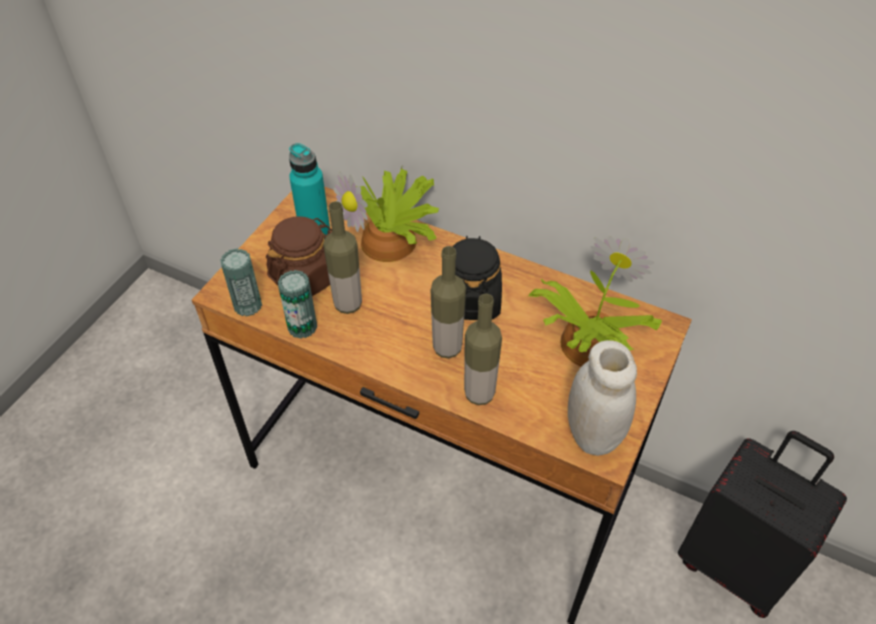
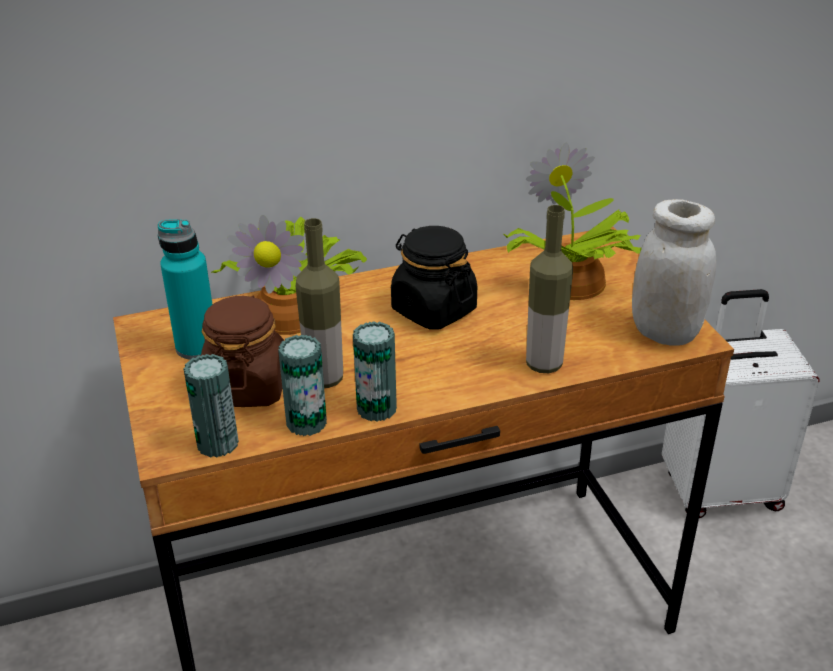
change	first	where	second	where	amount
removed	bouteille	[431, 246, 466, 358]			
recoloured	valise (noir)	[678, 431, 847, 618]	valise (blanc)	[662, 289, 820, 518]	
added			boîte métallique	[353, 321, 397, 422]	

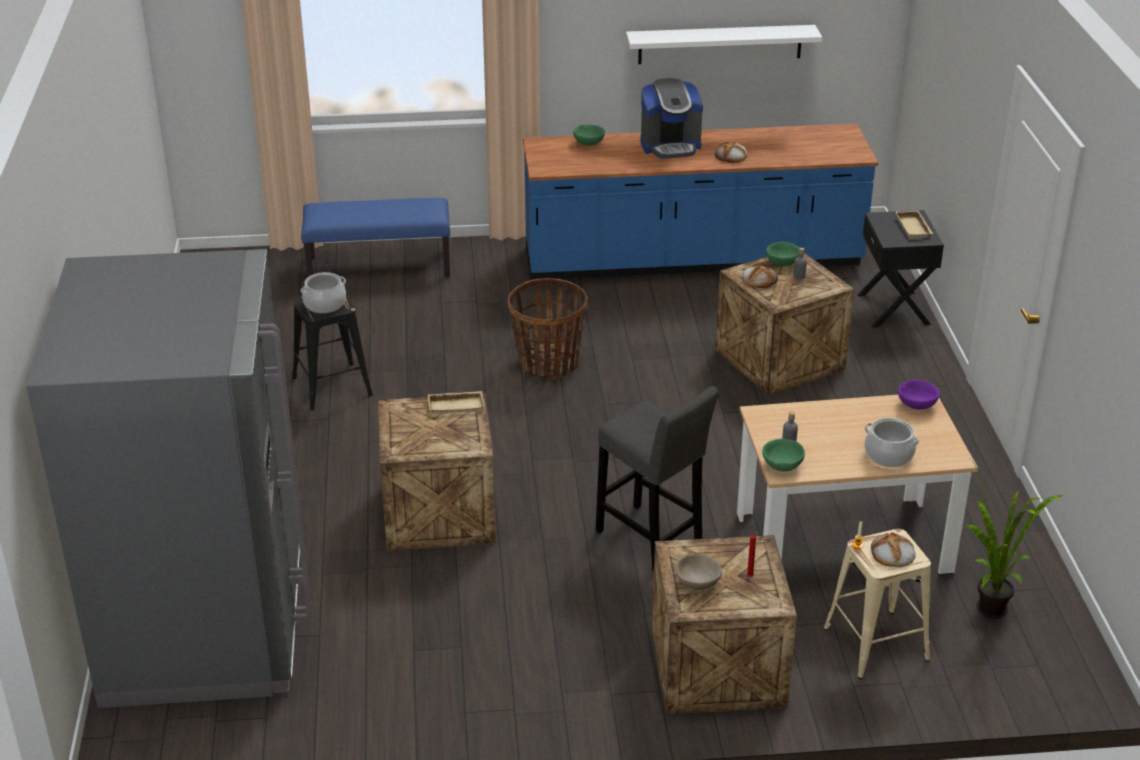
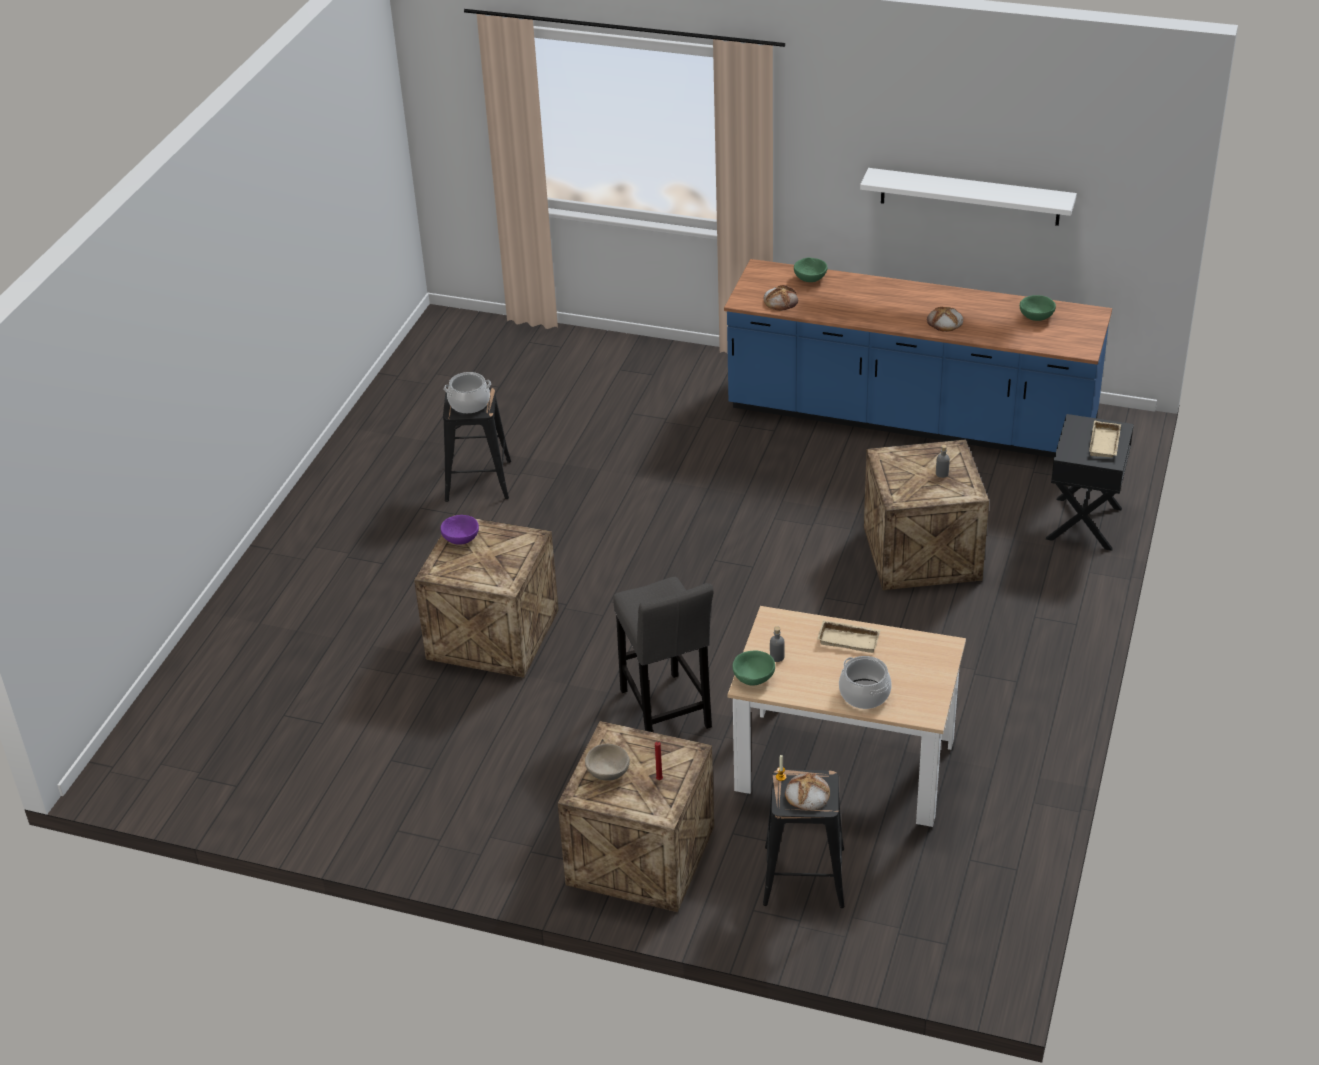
change	first	where	second	where	amount
removed	réfrigérateur (gris)	[26, 249, 312, 708]			
removed	banc (bleu)	[301, 198, 450, 277]			
moved	plateau (beige)	[428, 391, 485, 415]		[817, 620, 881, 653]	
removed	panier	[507, 278, 588, 380]			
removed	machine à café	[641, 78, 703, 159]			
moved	pain	[742, 263, 778, 288]		[764, 285, 798, 311]	
moved	bol (vert)	[766, 242, 800, 266]		[1020, 295, 1056, 321]	
recoloured	tabouret (beige)	[824, 529, 931, 679]	tabouret (noir)	[763, 769, 844, 908]	
moved	bol (violet)	[898, 380, 940, 410]		[440, 515, 479, 545]	
removed	plante en pot	[966, 459, 1064, 619]			

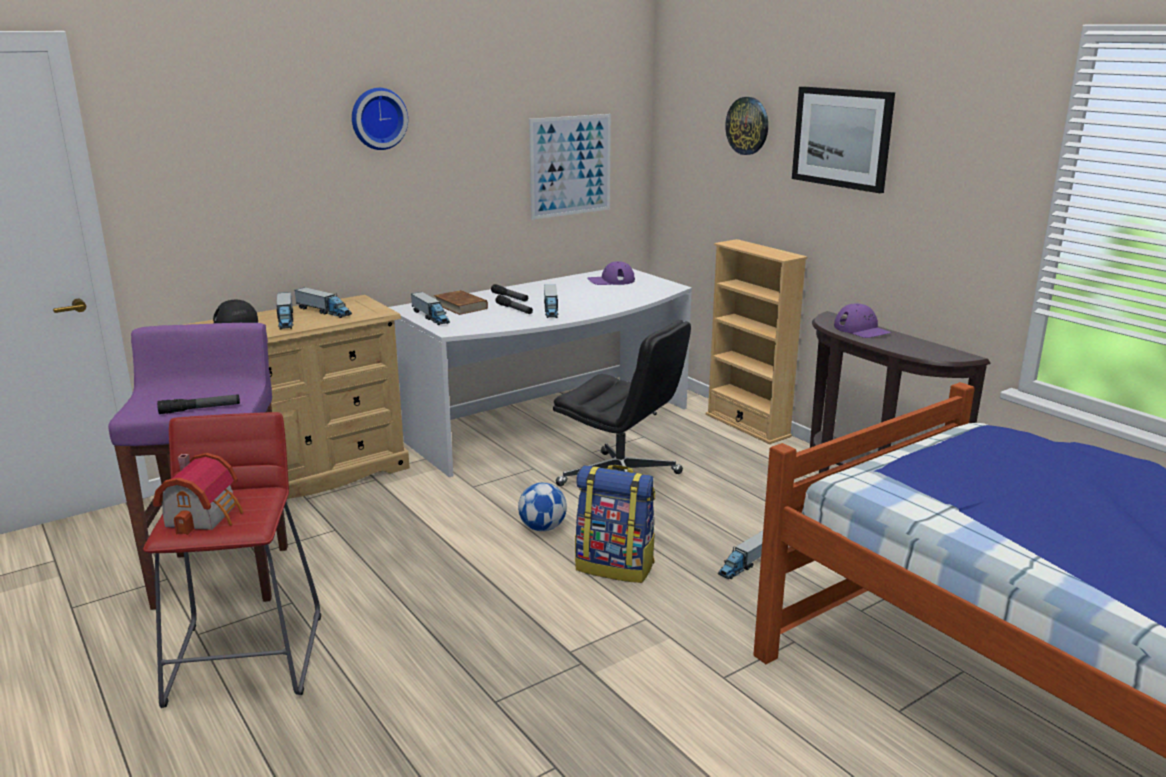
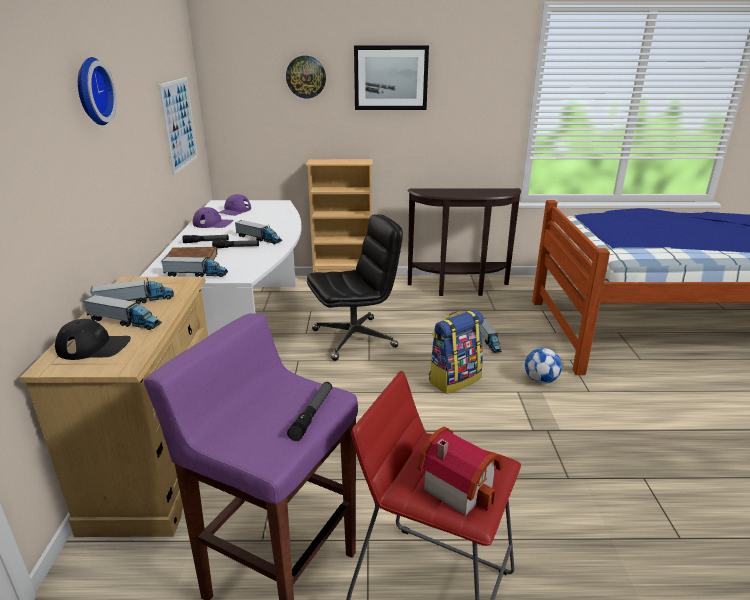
change	first	where	second	where	amount
moved	ballon de foot	[518, 483, 567, 531]		[525, 348, 562, 384]	
moved	casquette (violet)	[834, 303, 892, 338]		[193, 207, 233, 228]	

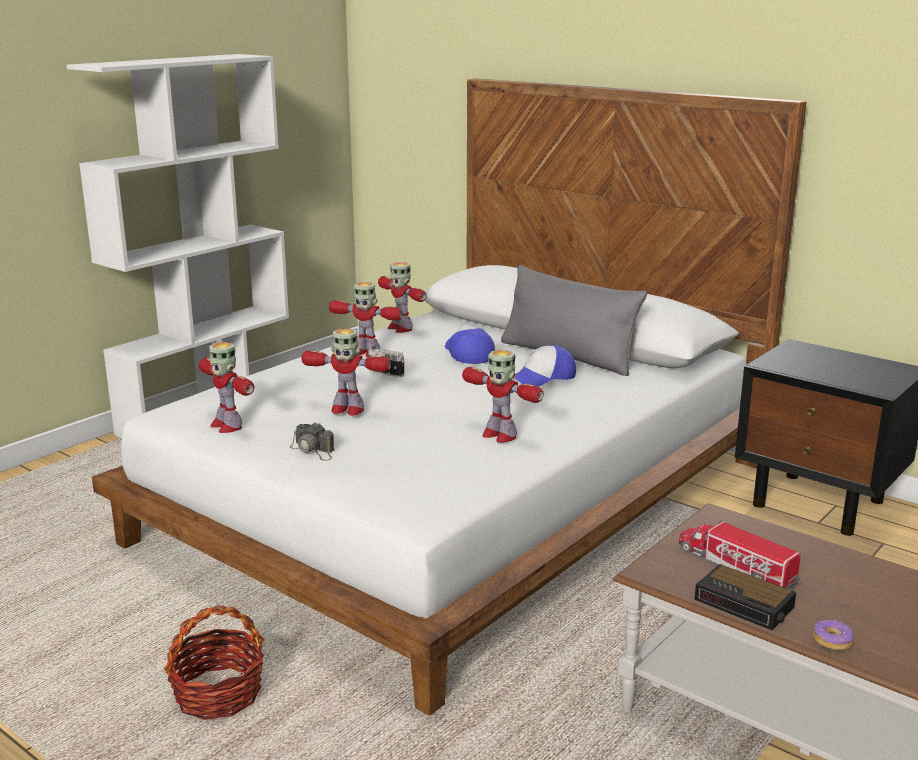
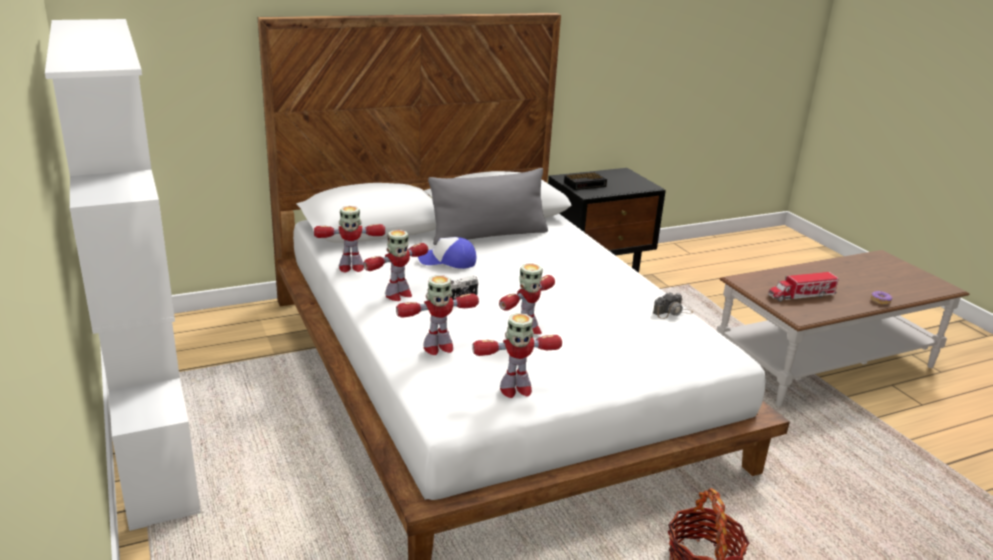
change	first	where	second	where	amount
moved	appareil photo	[290, 422, 334, 461]		[653, 293, 693, 319]	
moved	robot jouet	[462, 350, 544, 443]		[396, 275, 479, 355]	
removed	casquette	[515, 345, 576, 387]			
moved	réveil	[694, 564, 796, 630]		[564, 172, 607, 190]	

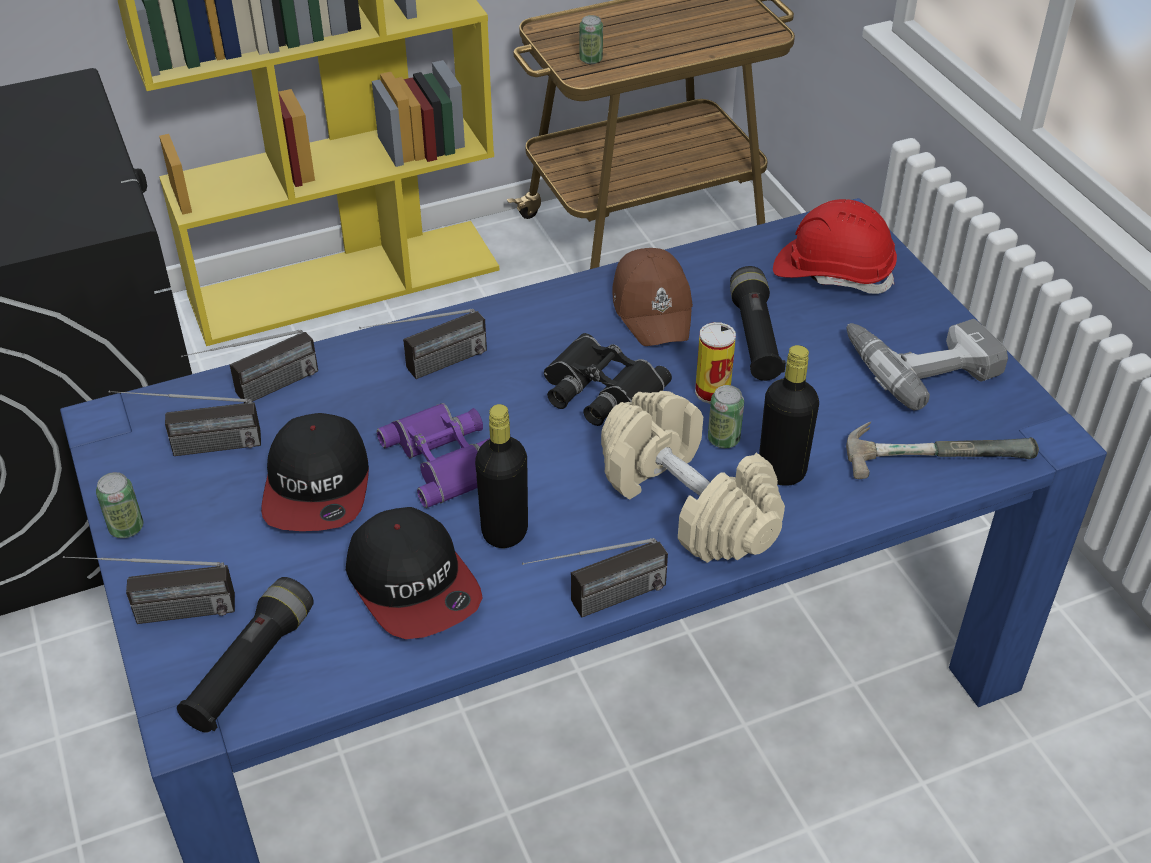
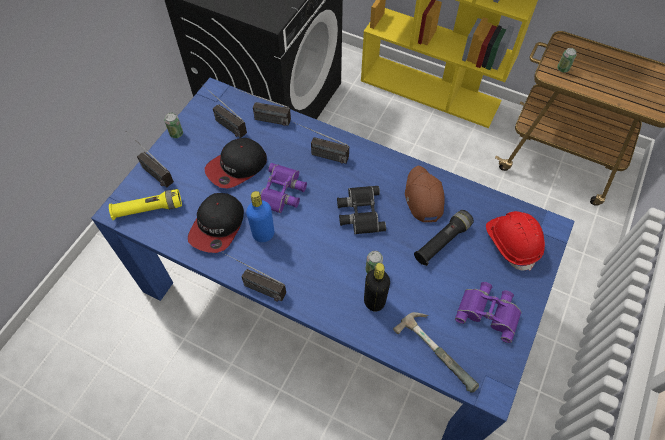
change	first	where	second	where	amount
recoloured	lampe de poche (noir)	[177, 577, 314, 733]	lampe de poche (jaune)	[109, 189, 182, 220]	
recoloured	bouteille (noir)	[475, 404, 528, 548]	bouteille (bleu)	[246, 191, 274, 242]	
removed	haltère (beige)	[601, 391, 785, 563]			
turned	casquette (marron)	[613, 248, 693, 346]		[405, 166, 445, 222]	135 degrees clockwise
removed	boîte métallique	[695, 322, 736, 404]			
replaced	perceuse	[846, 319, 1008, 410]	jumelles (violet)	[455, 282, 521, 343]	

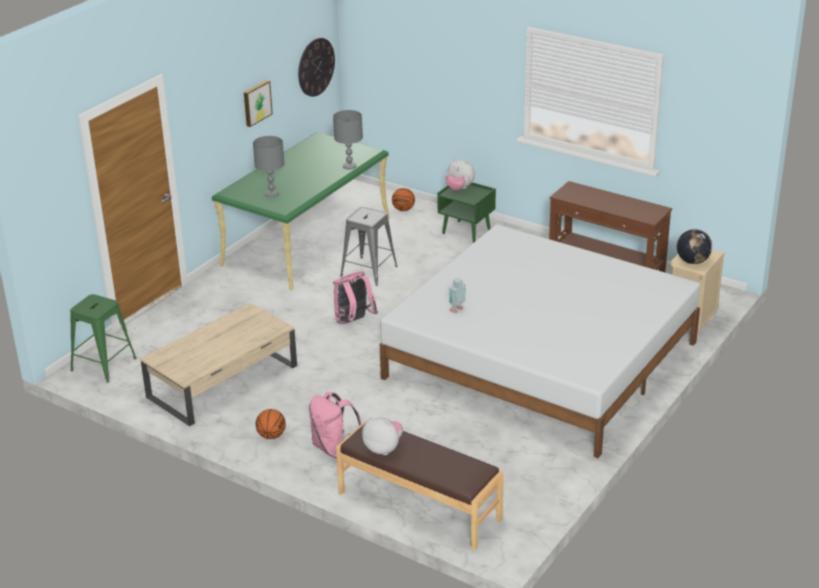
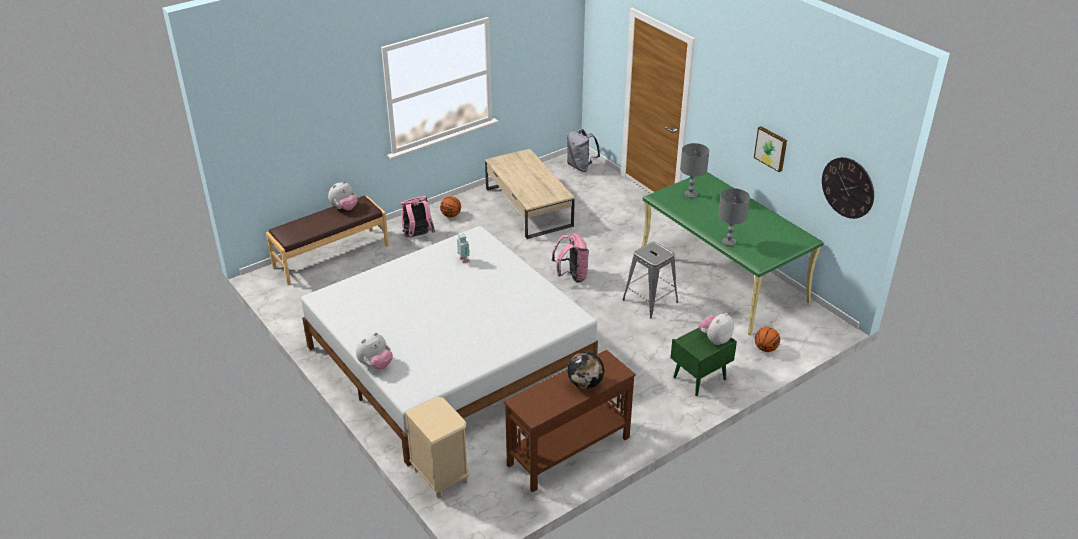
change	first	where	second	where	amount
replaced	tabouret (vert)	[70, 294, 137, 383]	sac à dos (gris)	[567, 129, 600, 172]	
moved	globe	[677, 229, 712, 264]		[567, 352, 604, 389]	
added			peluche	[356, 332, 393, 370]	

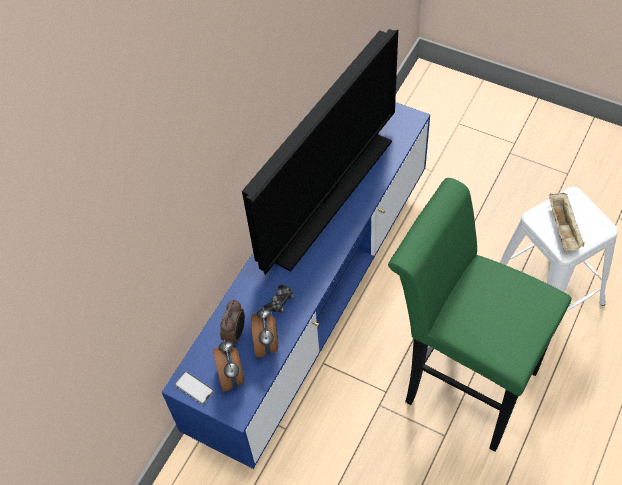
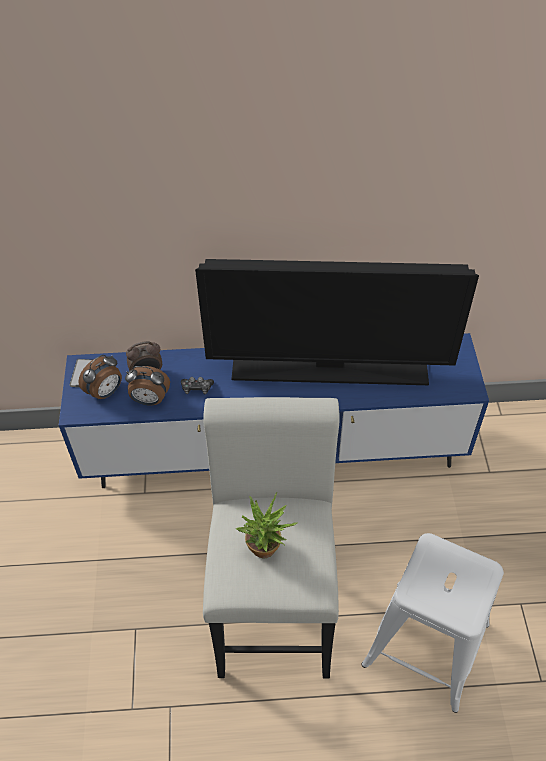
change	first	where	second	where	amount
turned	réveil	[251, 307, 279, 358]		[125, 366, 170, 406]	45 degrees clockwise
recoloured	tabouret (vert)	[388, 178, 572, 452]	tabouret (blanc)	[203, 397, 340, 678]	
removed	plateau (beige)	[549, 193, 585, 251]			
added			plante en pot	[236, 492, 297, 559]	

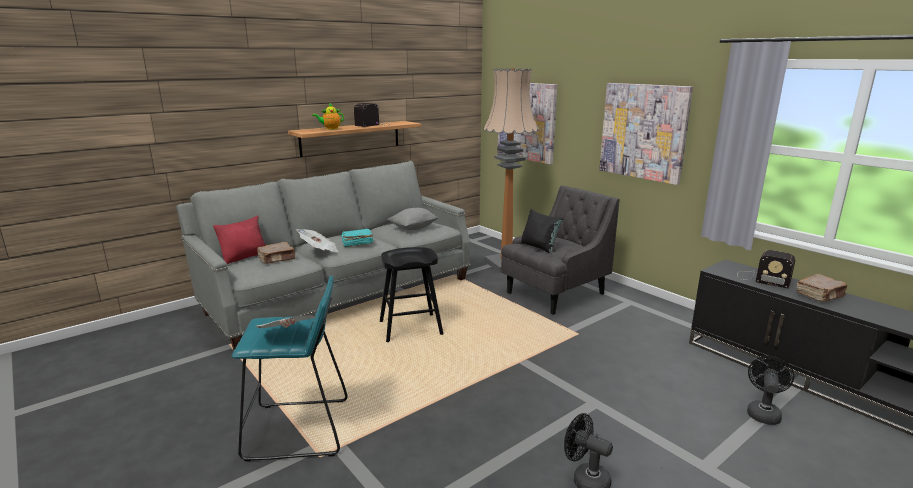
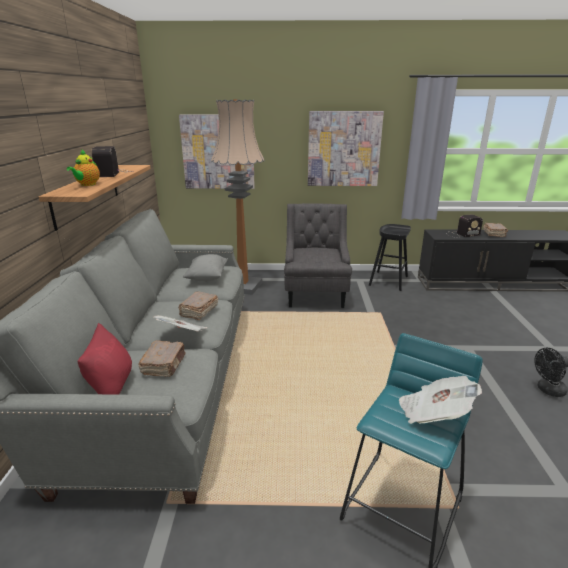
change	first	where	second	where	amount
recoloured	livre (turquoise)	[341, 229, 373, 248]	livre (marron)	[179, 292, 218, 320]	
moved	tabouret (noir)	[380, 247, 443, 342]		[369, 224, 411, 291]	
removed	coussin (noir)	[521, 209, 563, 254]			
removed	ventilateur (noir)	[747, 356, 794, 425]			

